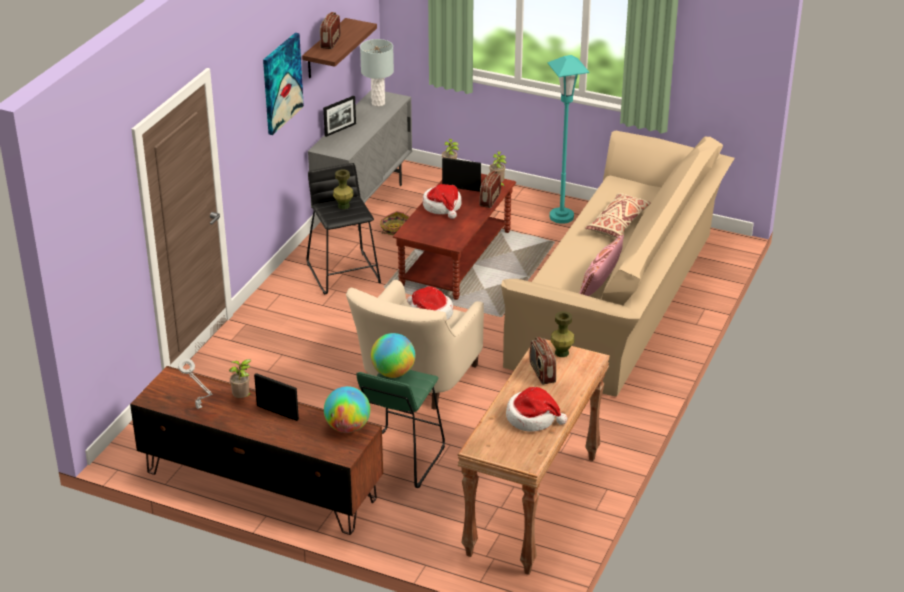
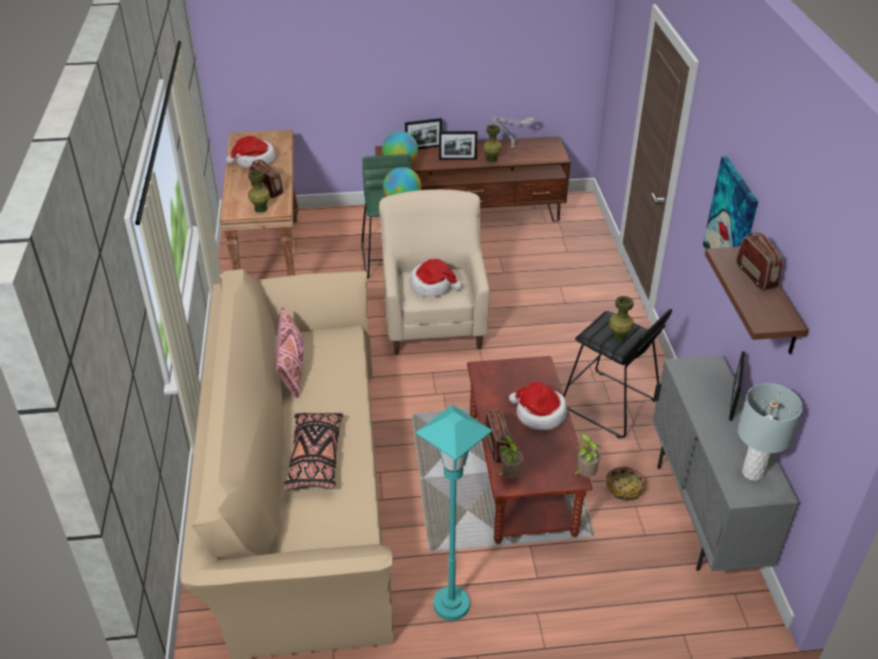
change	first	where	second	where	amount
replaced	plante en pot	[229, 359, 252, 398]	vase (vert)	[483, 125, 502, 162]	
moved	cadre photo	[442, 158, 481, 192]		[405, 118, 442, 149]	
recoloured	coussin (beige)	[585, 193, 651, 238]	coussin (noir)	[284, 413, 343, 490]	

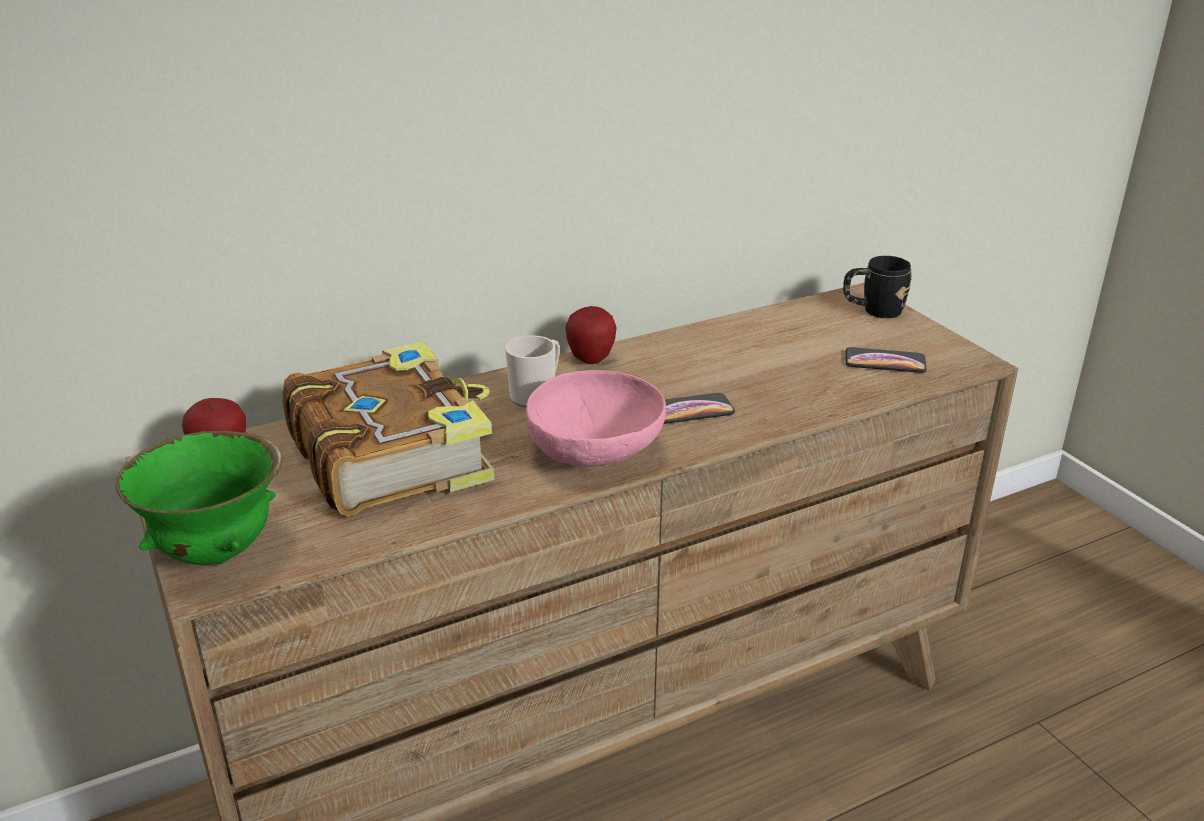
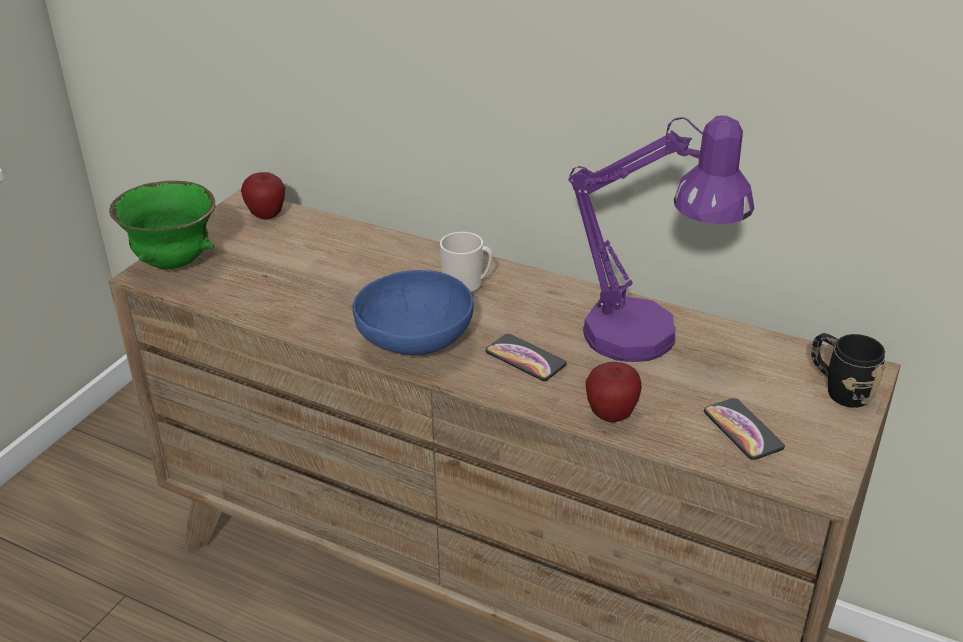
change	first	where	second	where	amount
removed	livre	[282, 341, 495, 516]			
recoloured	bol (rose)	[526, 370, 666, 466]	bol (bleu)	[353, 270, 474, 355]	
moved	pomme	[565, 306, 617, 364]		[586, 362, 642, 422]	
added			lampe de table (violet)	[568, 115, 754, 362]	

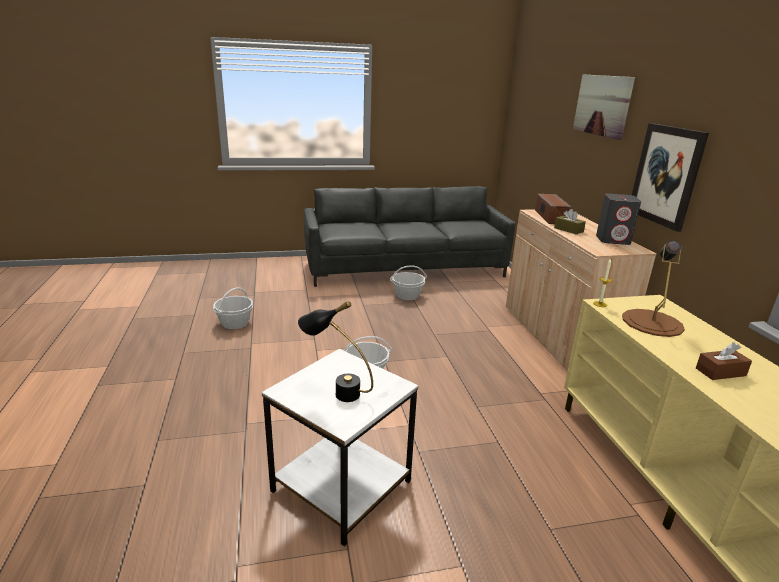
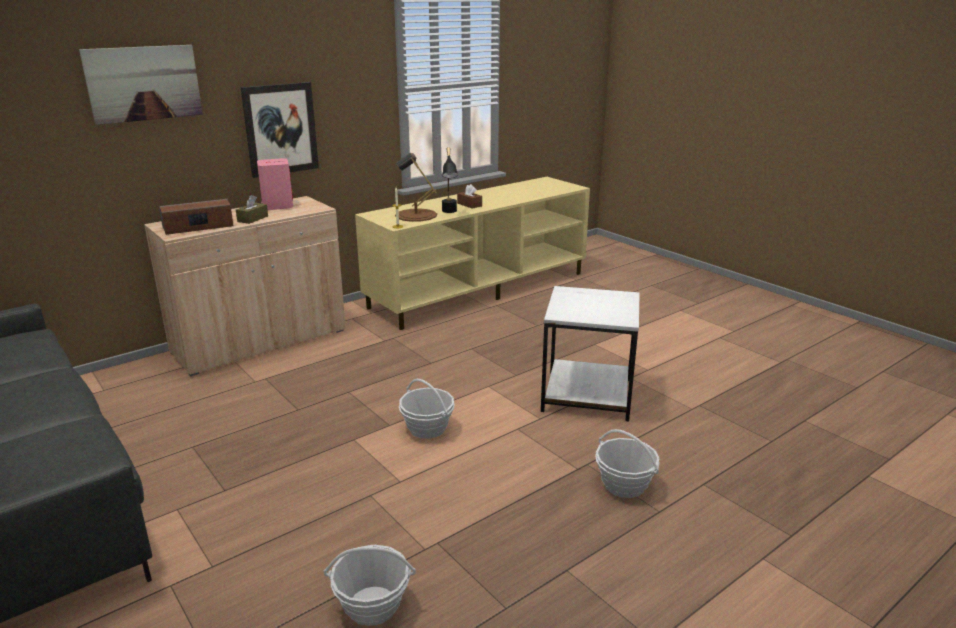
change	first	where	second	where	amount
moved	lampe de table (noir)	[298, 301, 373, 402]		[442, 147, 458, 213]	
moved	panier	[390, 265, 427, 300]		[595, 429, 660, 498]	
recoloured	enceinte (gris)	[596, 194, 641, 245]	enceinte (rose)	[257, 158, 293, 210]	

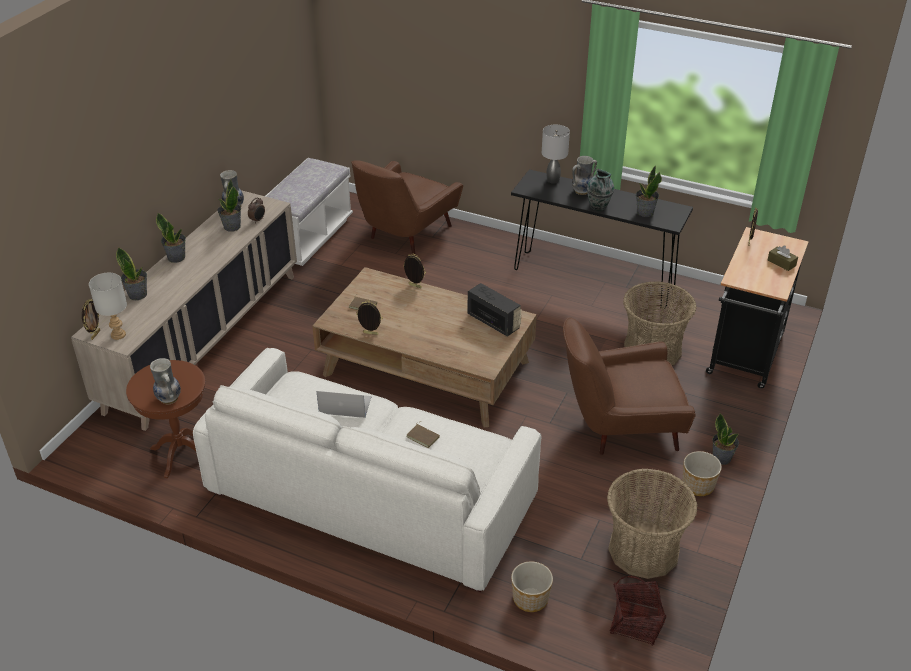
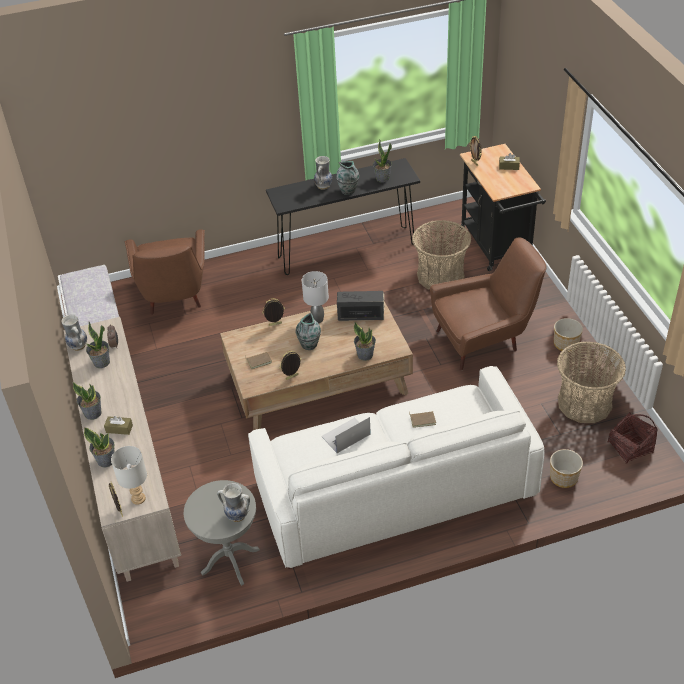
change	first	where	second	where	amount
recoloured	table d'appoint (marron)	[126, 360, 206, 478]	table d'appoint (gris)	[184, 480, 260, 586]	
moved	lampe de table (gris)	[542, 124, 570, 184]		[302, 271, 329, 323]	
turned	fauteuil (marron)	[563, 317, 696, 455]		[430, 237, 547, 370]	150 degrees counterclockwise
moved	plante en pot	[713, 414, 739, 465]		[354, 322, 376, 361]	
added			boîte à mouchoirs (marron)	[104, 416, 133, 435]	
added			vase	[296, 313, 321, 350]	

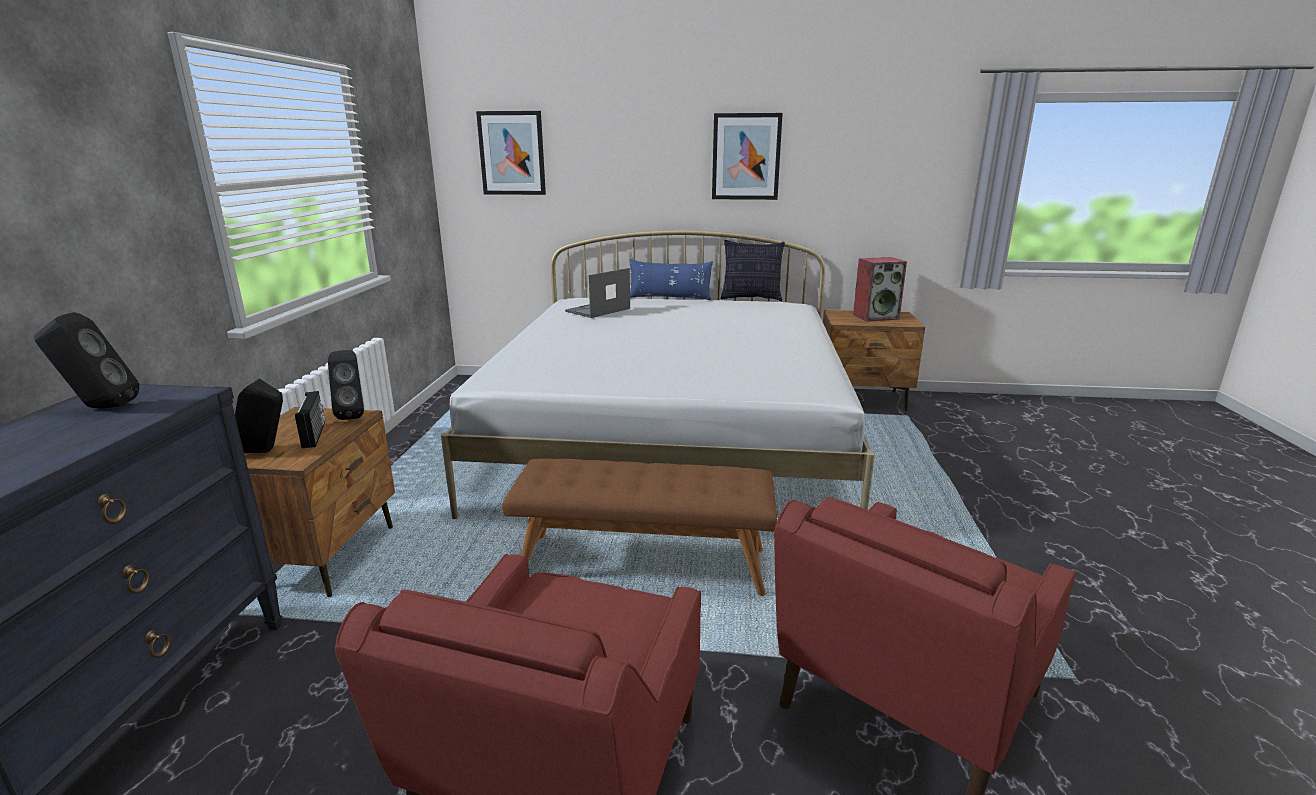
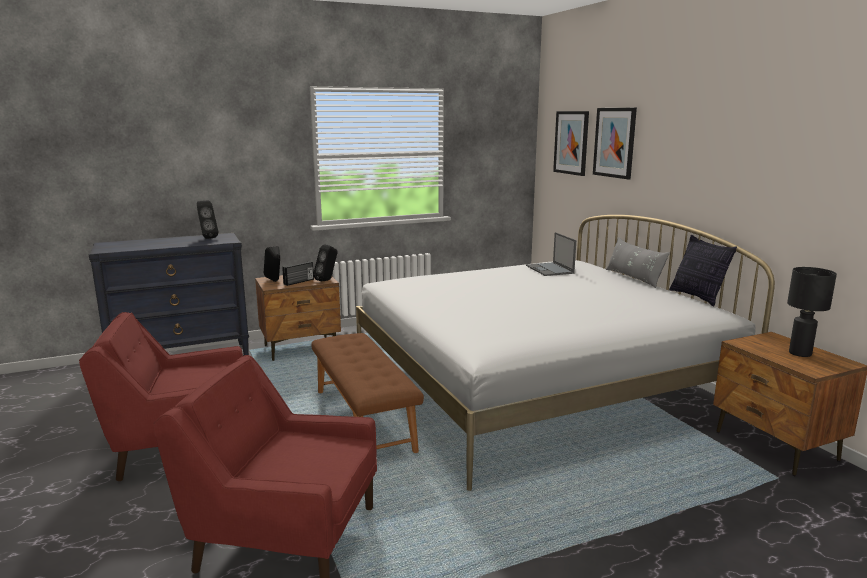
change	first	where	second	where	amount
turned	ordinateur portable	[565, 268, 630, 318]		[526, 232, 576, 276]	120 degrees counterclockwise
recoloured	coussin (bleu)	[630, 259, 713, 300]	coussin (gris)	[606, 237, 670, 288]	
moved	tableau	[712, 113, 783, 200]		[593, 108, 637, 179]	
replaced	enceinte	[853, 257, 907, 322]	lampe de table (noir)	[787, 267, 837, 357]	

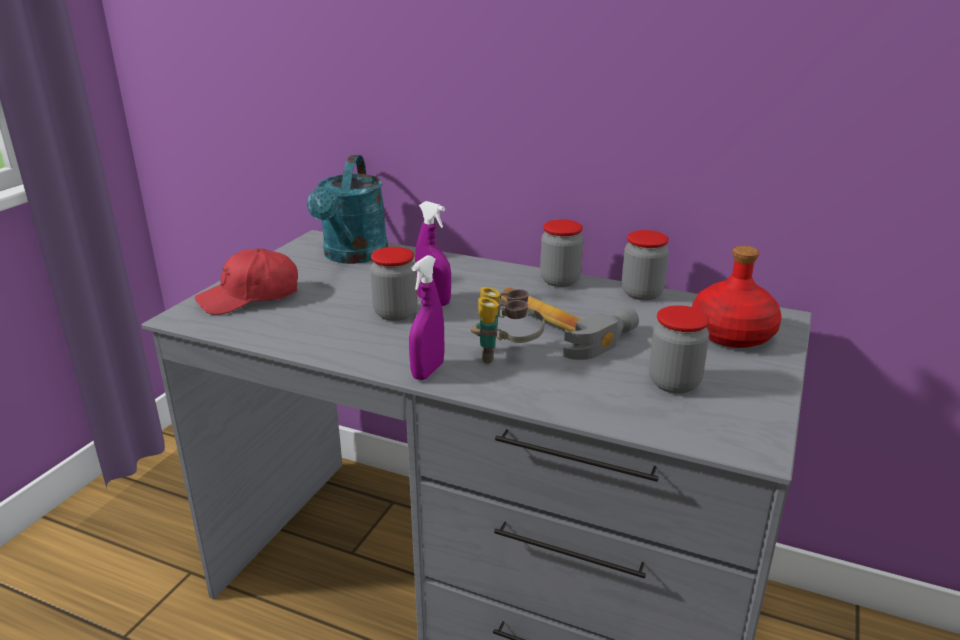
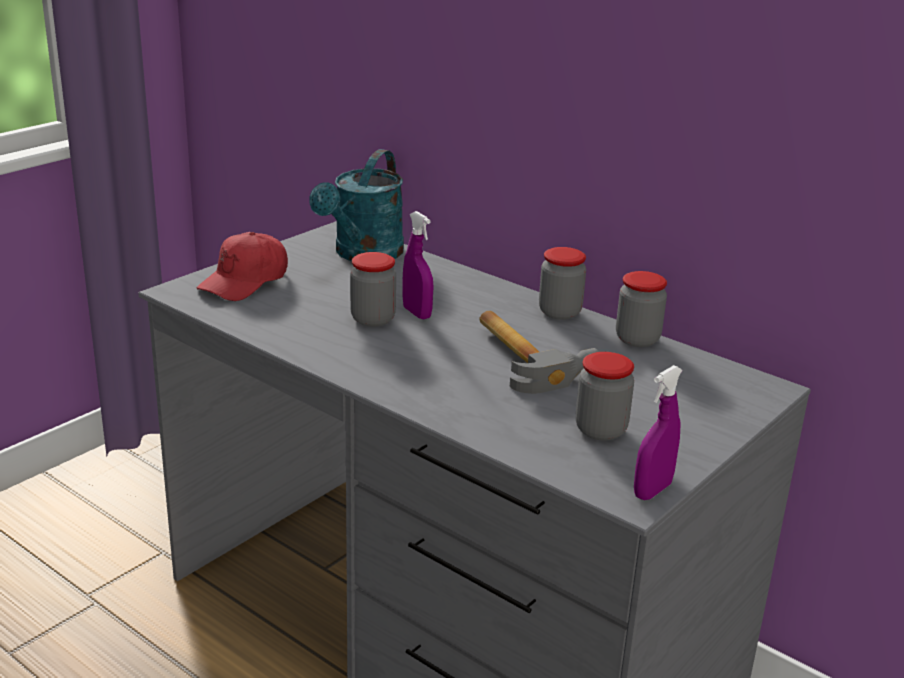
change	first	where	second	where	amount
turned	casquette (rouge)	[195, 248, 298, 315]		[196, 232, 288, 301]	45 degrees counterclockwise
moved	vaporisateur (violet)	[409, 255, 445, 380]		[634, 365, 682, 500]	
removed	jumelles	[471, 287, 544, 364]			
removed	bouteille (rouge)	[692, 246, 782, 348]			

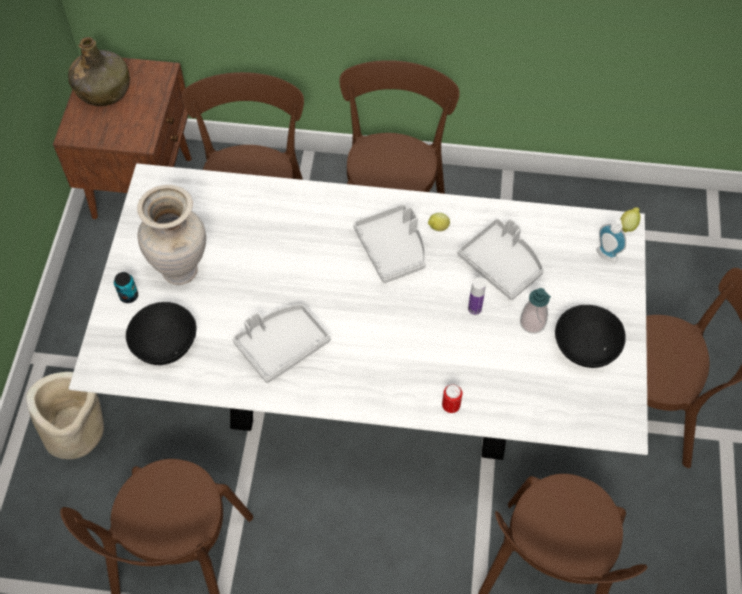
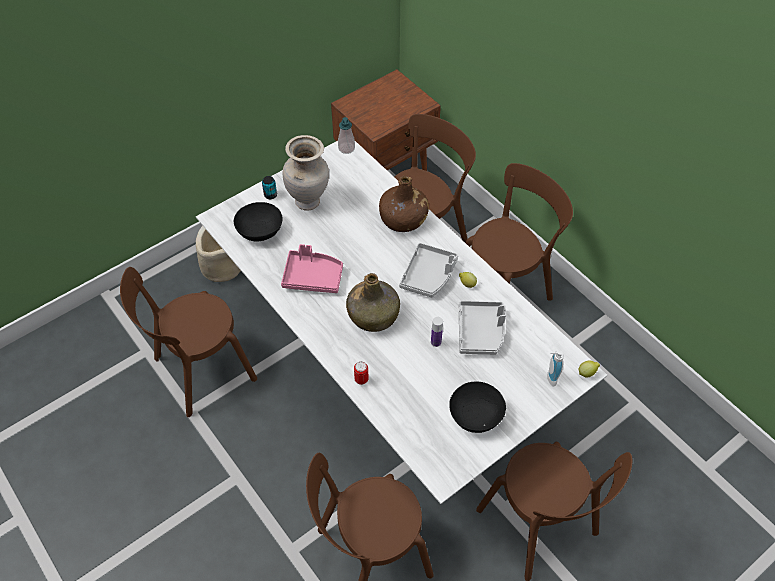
change	first	where	second	where	amount
moved	bouteille (vert)	[68, 37, 130, 106]		[346, 273, 400, 332]	
recoloured	plateau (gris)	[232, 304, 331, 383]	plateau (rose)	[281, 244, 343, 293]	
moved	distributeur de savon	[520, 288, 551, 334]		[338, 117, 355, 154]	
added			bouteille (marron)	[379, 176, 429, 232]	

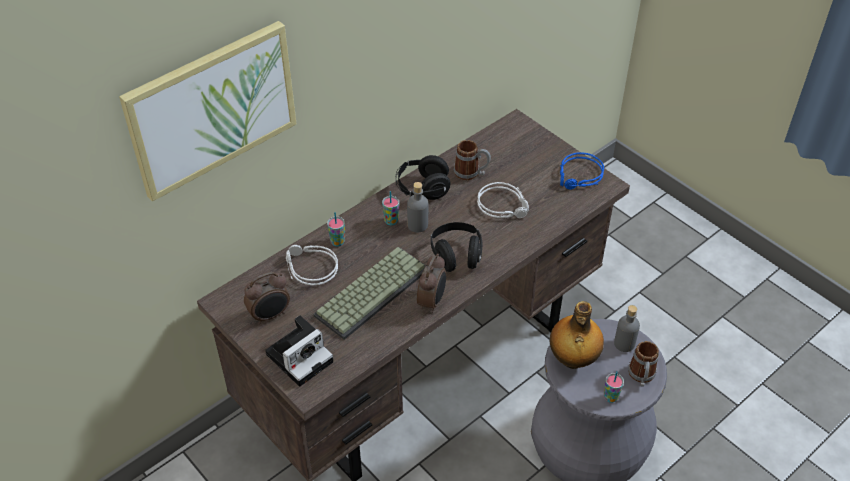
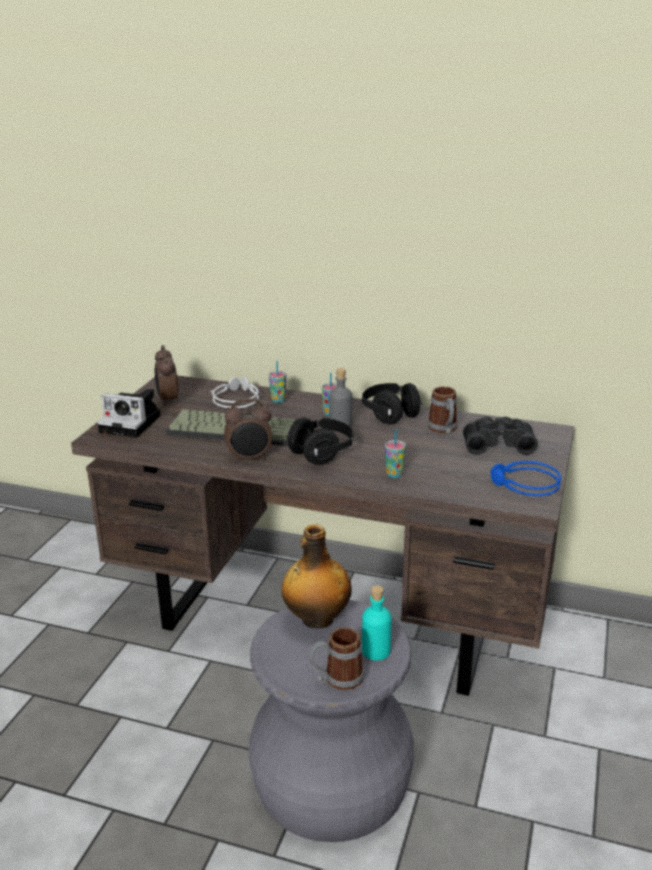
change	first	where	second	where	amount
removed	tableau	[119, 21, 297, 201]			
turned	réveil	[244, 272, 290, 324]		[155, 345, 178, 406]	45 degrees clockwise
removed	casque audio (gris)	[477, 182, 529, 218]			
moved	tasse	[604, 371, 624, 403]		[385, 429, 406, 478]	
recoloured	bouteille (gris)	[614, 305, 640, 352]	bouteille (turquoise)	[362, 586, 391, 661]	
added			jumelles (noir)	[463, 417, 538, 455]	

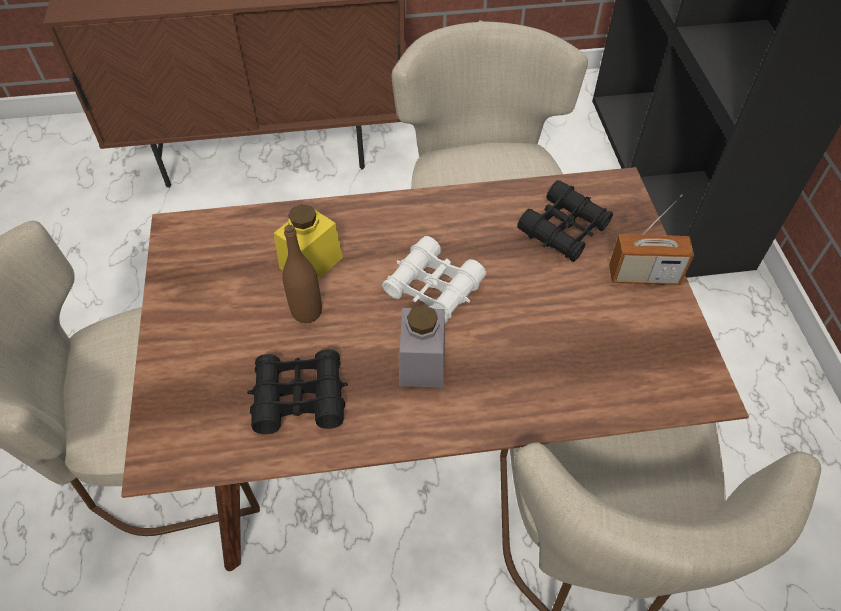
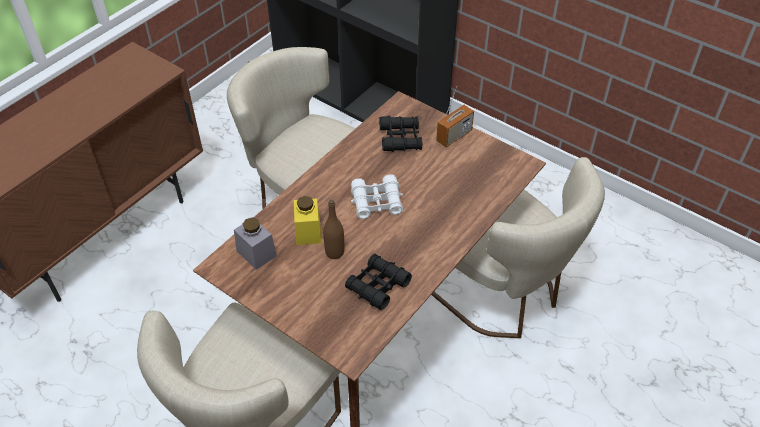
change	first	where	second	where	amount
moved	bocal (gris)	[399, 305, 445, 388]		[234, 217, 277, 270]	

